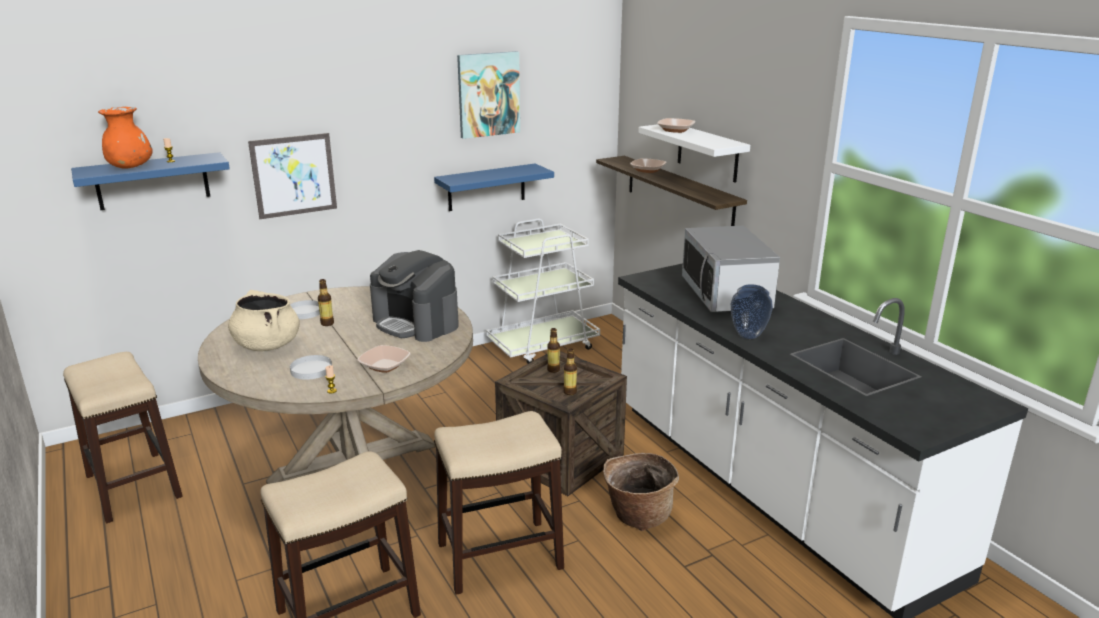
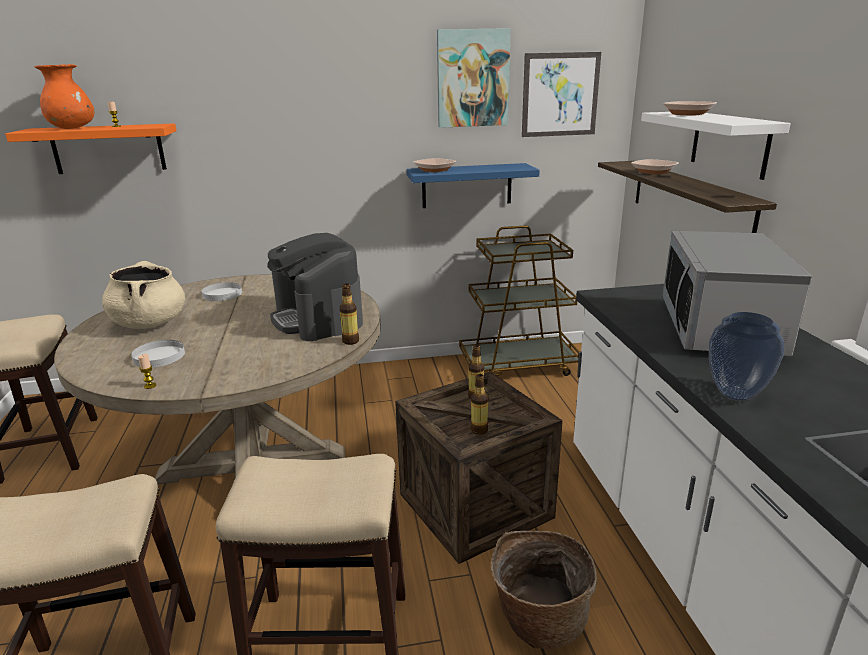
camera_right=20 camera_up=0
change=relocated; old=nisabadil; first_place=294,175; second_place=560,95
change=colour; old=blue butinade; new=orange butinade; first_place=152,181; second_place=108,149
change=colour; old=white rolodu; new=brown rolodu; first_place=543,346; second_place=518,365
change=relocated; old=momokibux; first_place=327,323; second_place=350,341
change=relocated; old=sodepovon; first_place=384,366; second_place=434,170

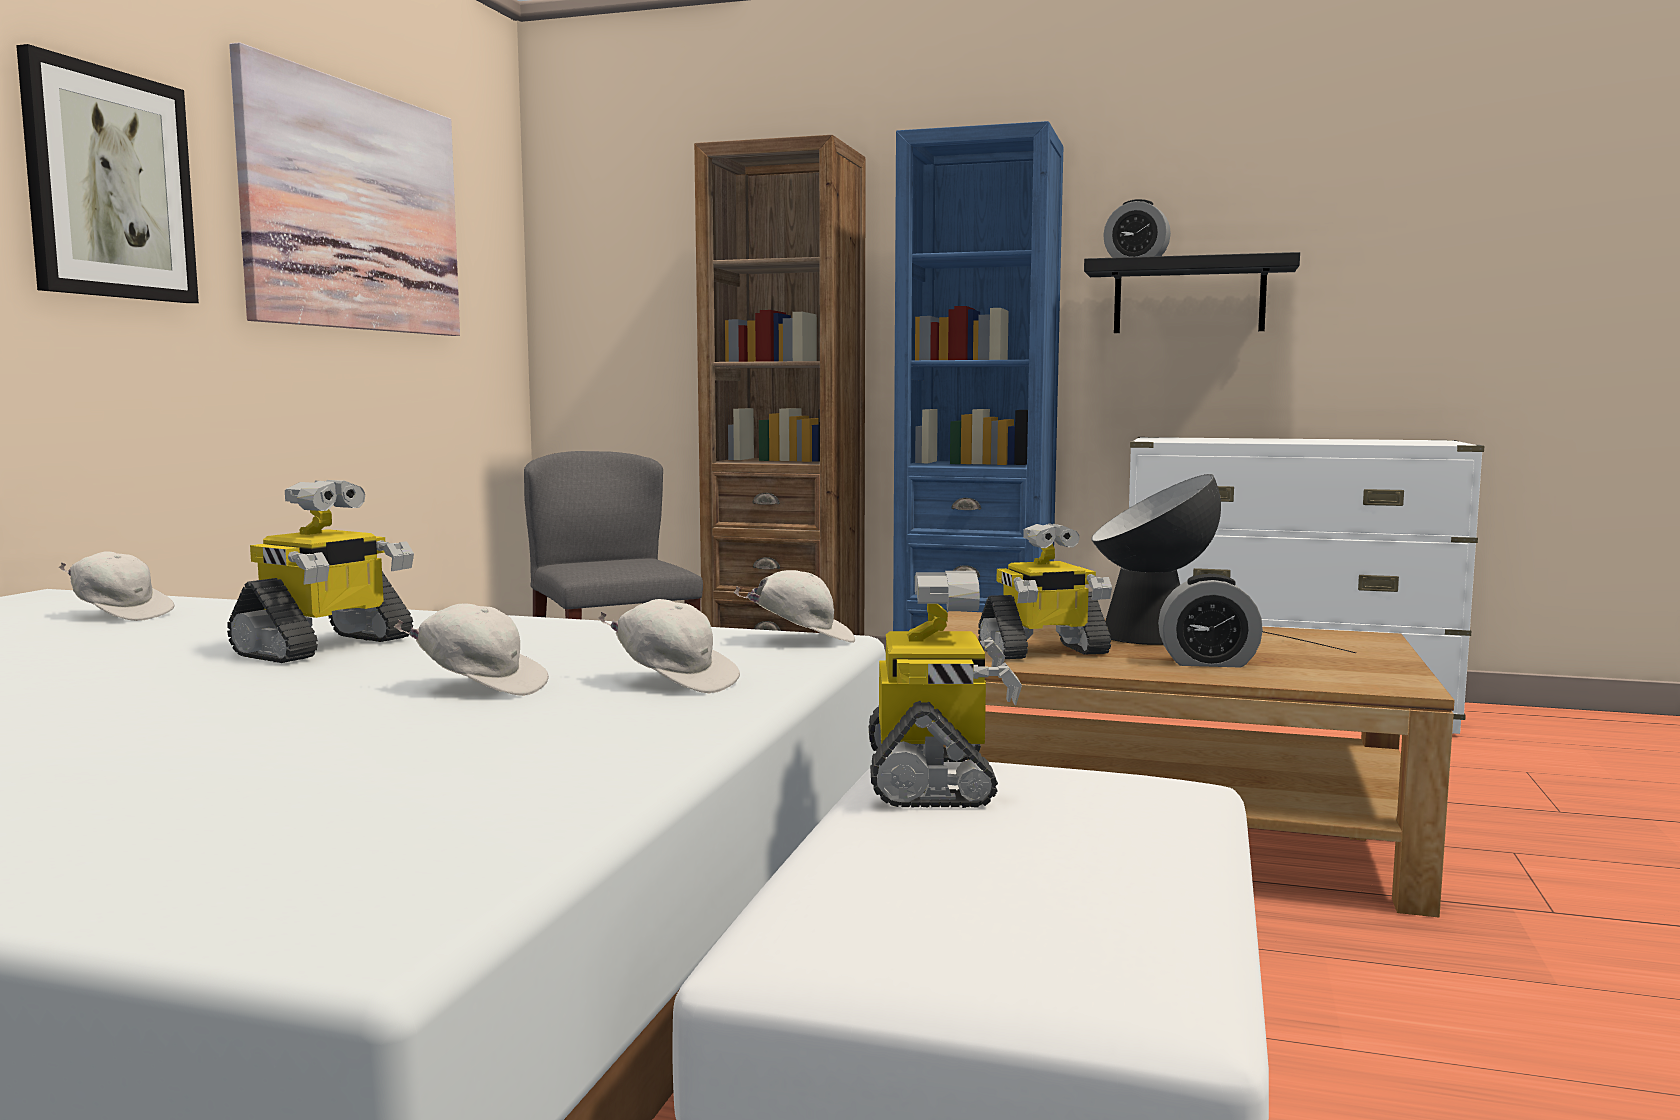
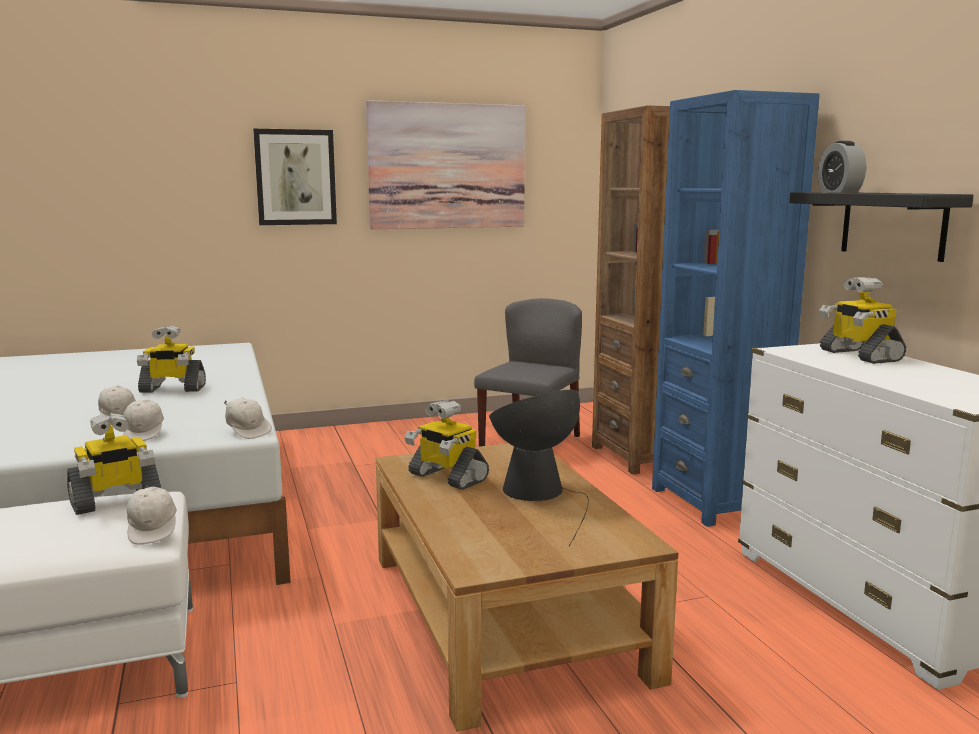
camera_right=55 camera_up=5
change=relocated; old=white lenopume; first_place=120,615; second_place=153,530
change=missing; old=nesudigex; first_place=1208,663
change=appeared; new=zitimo; second_place=858,355

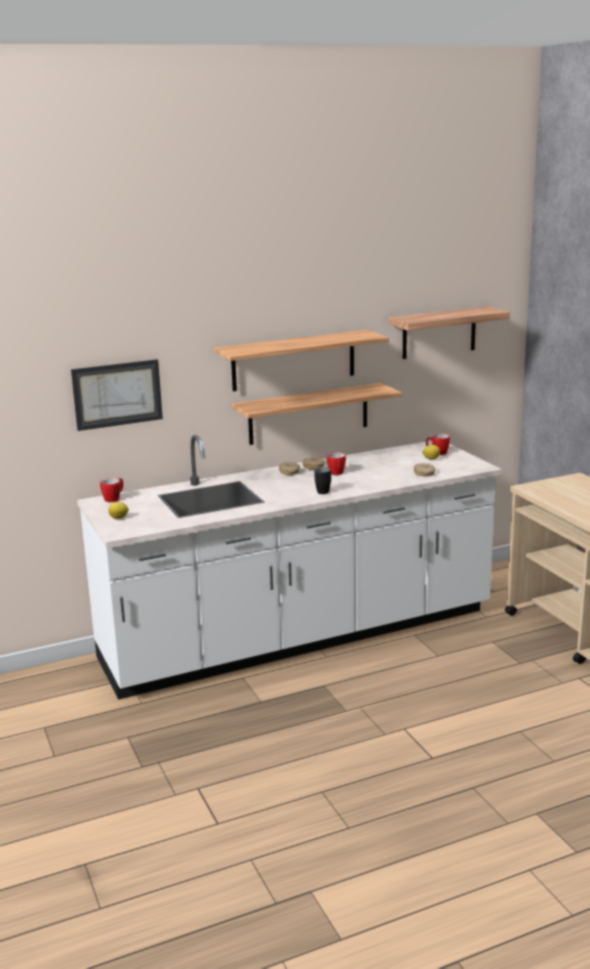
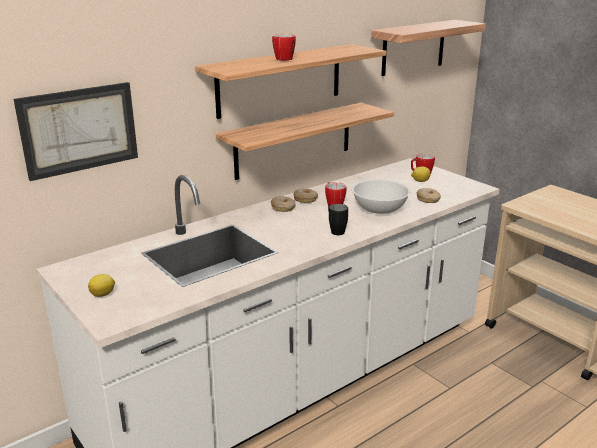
camera_right=-15 camera_up=5
change=relocated; old=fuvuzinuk; first_place=114,499; second_place=285,58
change=appeared; new=white sodepovon; second_place=379,209

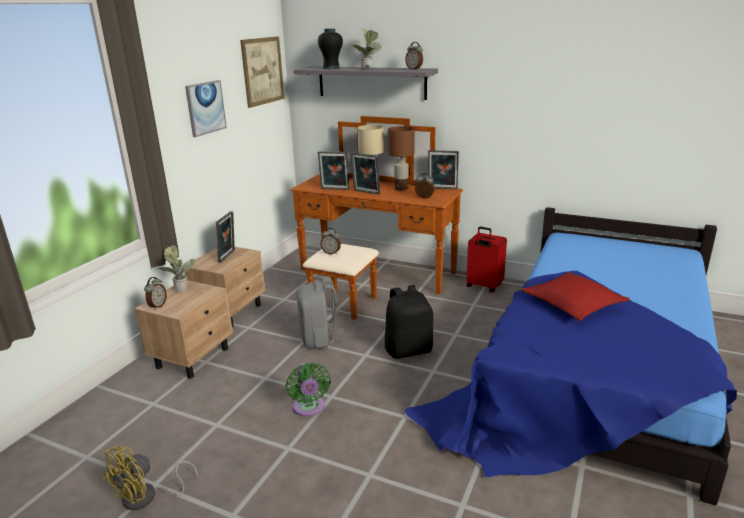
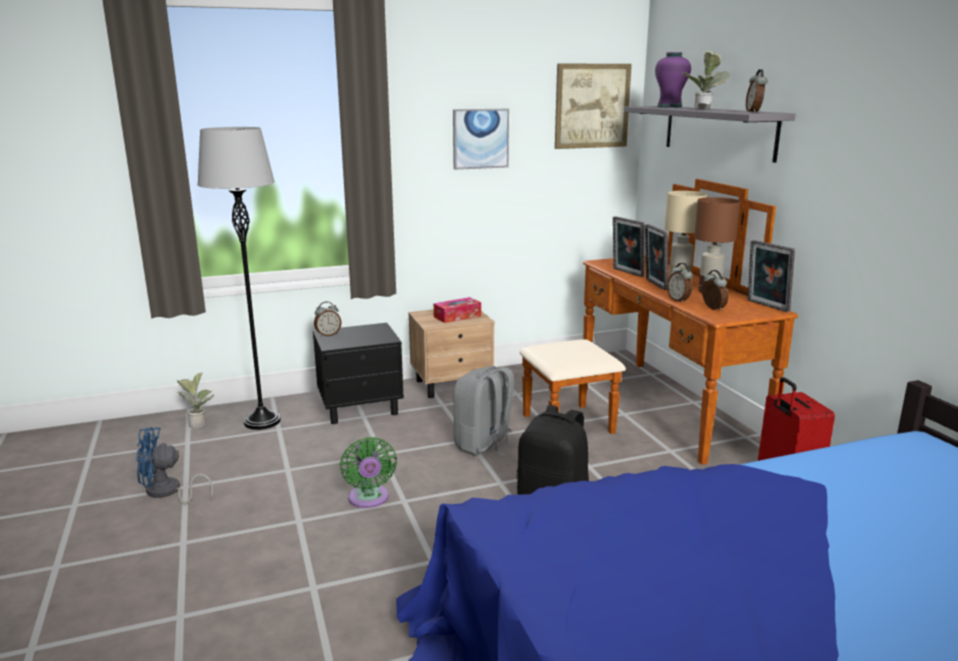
camera_right=45 camera_up=-5
change=colour; old=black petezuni; new=purple petezuni; first_place=331,68; second_place=669,107
change=exchanged; old=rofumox; new=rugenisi; first_place=228,256; second_place=457,316
change=relocated; old=nesudigex; first_place=331,253; second_place=678,300
change=relocated; old=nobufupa; first_place=180,288; second_place=200,423
change=missing; old=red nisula; first_place=572,304
change=colour; old=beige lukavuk; new=black lukavuk; first_place=193,357; second_place=361,409
change=spun; old=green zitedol; first_place=309,408; second_place=369,499; degrees=-45
change=colour; old=yellow zitedol; new=blue zitedol; first_place=147,497; second_place=168,492
change=appeared; new=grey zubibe; second_place=262,421

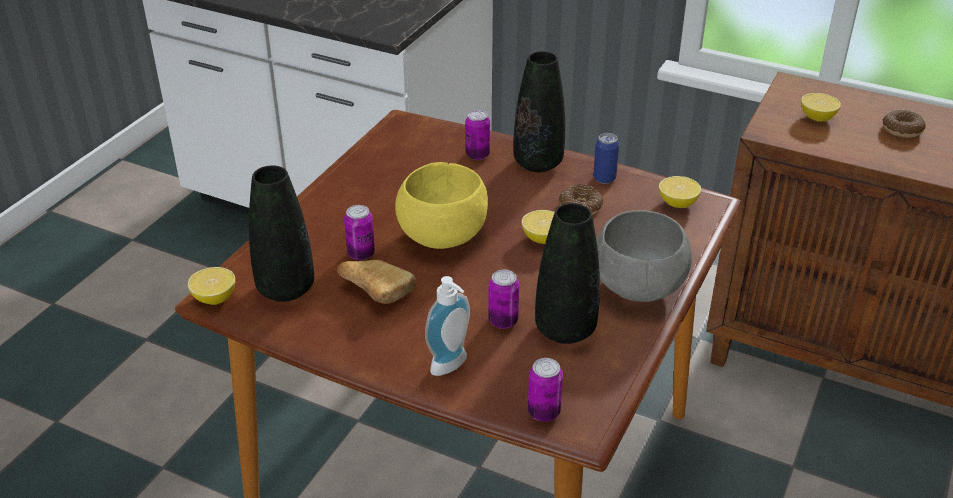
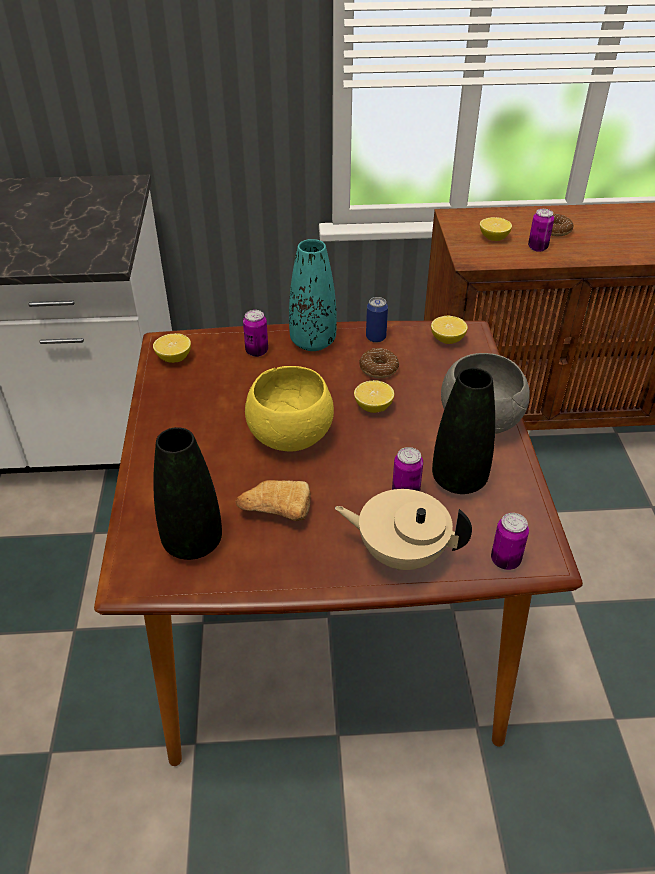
camera_right=-30 camera_up=5
change=colour; old=black petezuni; new=turquoise petezuni; first_place=538,163; second_place=313,342
change=relocated; old=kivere; first_place=361,254; second_place=537,247
change=relocated; old=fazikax; first_place=214,298; second_place=174,358
change=exchanged; old=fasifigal; new=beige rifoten; first_place=452,367; second_place=401,553

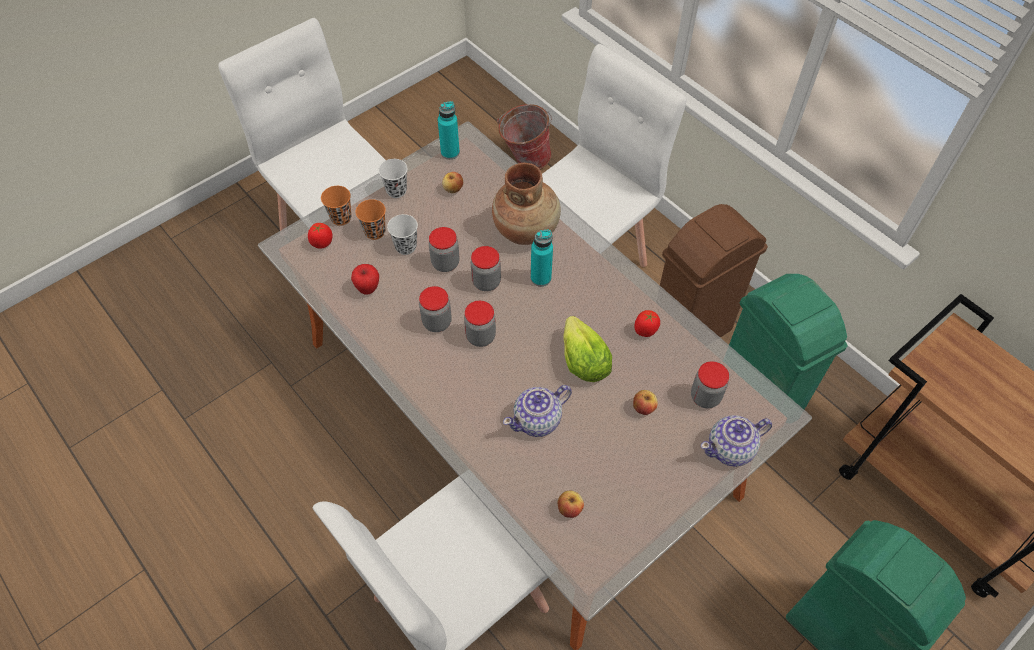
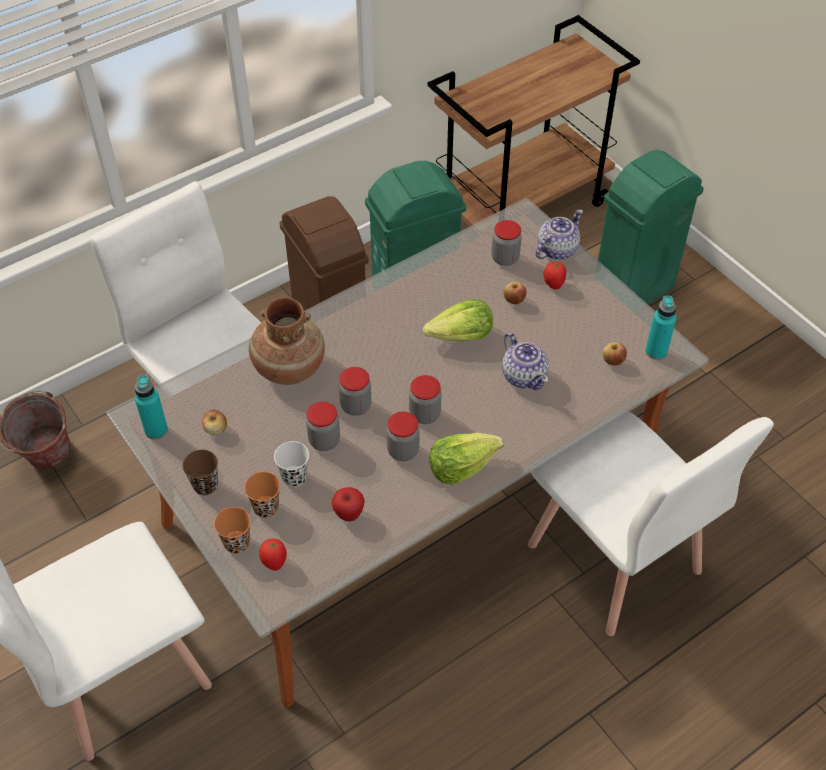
camera_right=-85 camera_up=-5
change=colour; old=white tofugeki; new=brown tofugeki; first_place=396,191; second_place=205,485
change=relocated; old=turquoise momokibux; first_place=540,278; second_place=656,351
change=relocated; old=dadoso; first_place=645,331; second_place=553,284
change=spun; old=rifoten; first_place=731,449; second_place=556,250; degrees=-120
change=appeared; new=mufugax; second_place=461,466

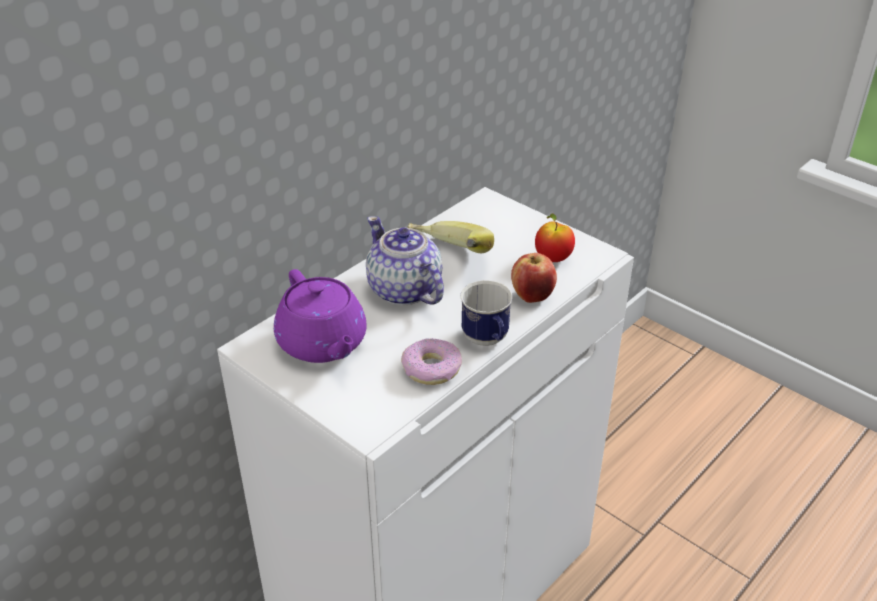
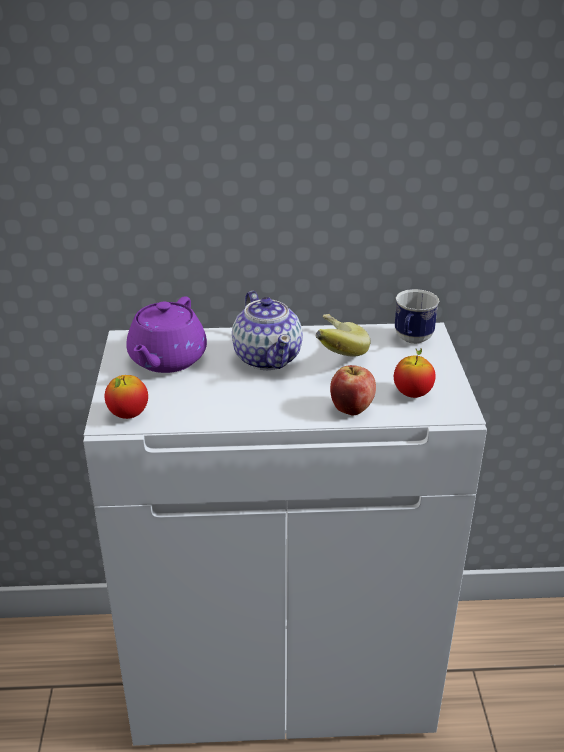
camera_right=45 camera_up=-5
change=spun; old=rifoten; first_place=404,291; second_place=268,357; degrees=150
change=relocated; old=fuvuzinuk; first_place=487,341; second_place=411,340
change=missing; old=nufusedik; first_place=432,369
change=appeared; new=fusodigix; second_place=128,415

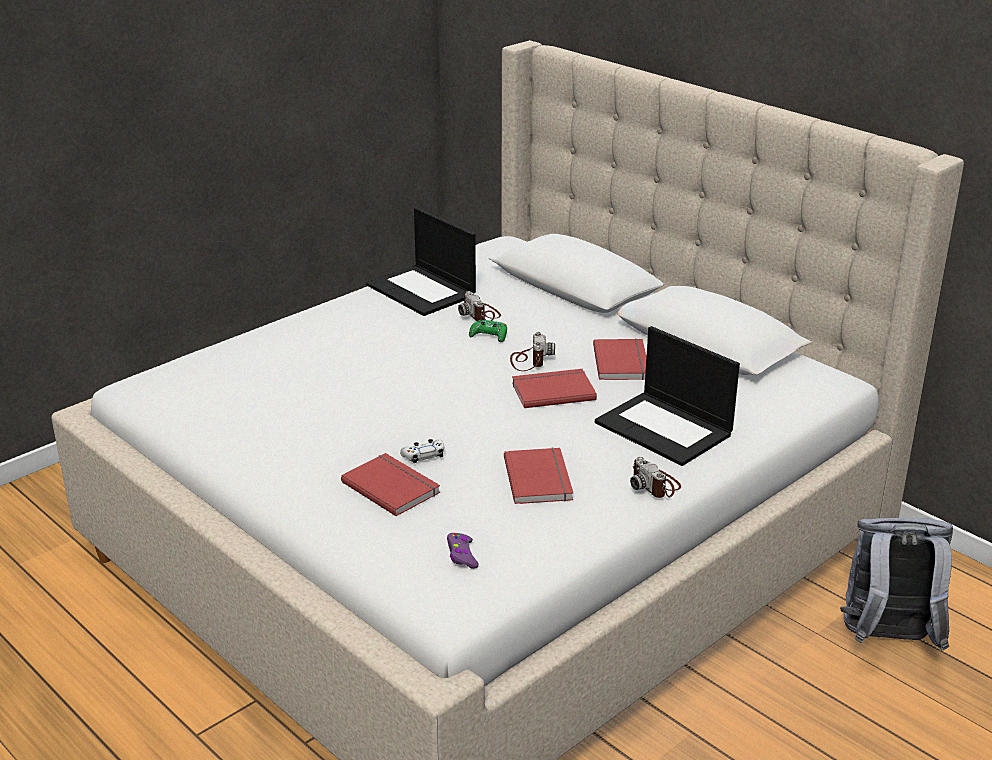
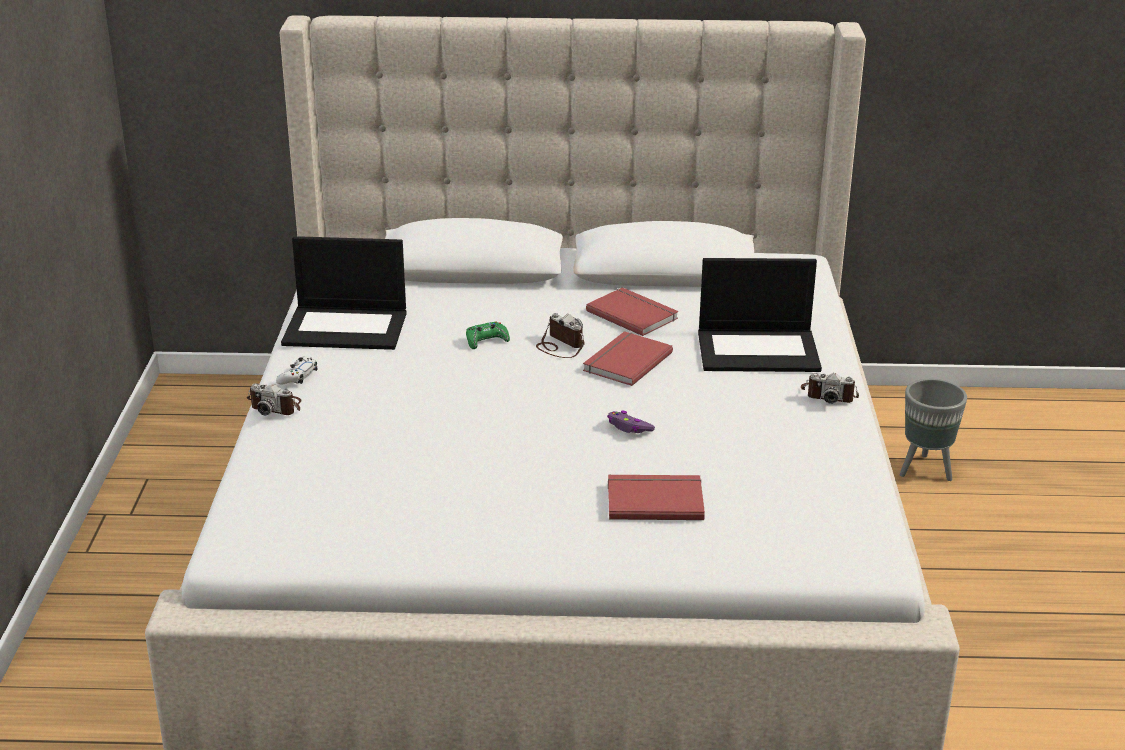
camera_right=-45 camera_up=0
change=relocated; old=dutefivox; first_place=480,314; second_place=276,406
change=relocated; old=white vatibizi; first_place=423,455; second_place=298,376
change=missing; old=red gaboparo; first_place=540,478
change=exchanged; old=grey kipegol; new=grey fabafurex; first_place=887,640; second_place=925,471
change=relocated; old=purple vatibizi; first_place=462,555; second_place=629,428

